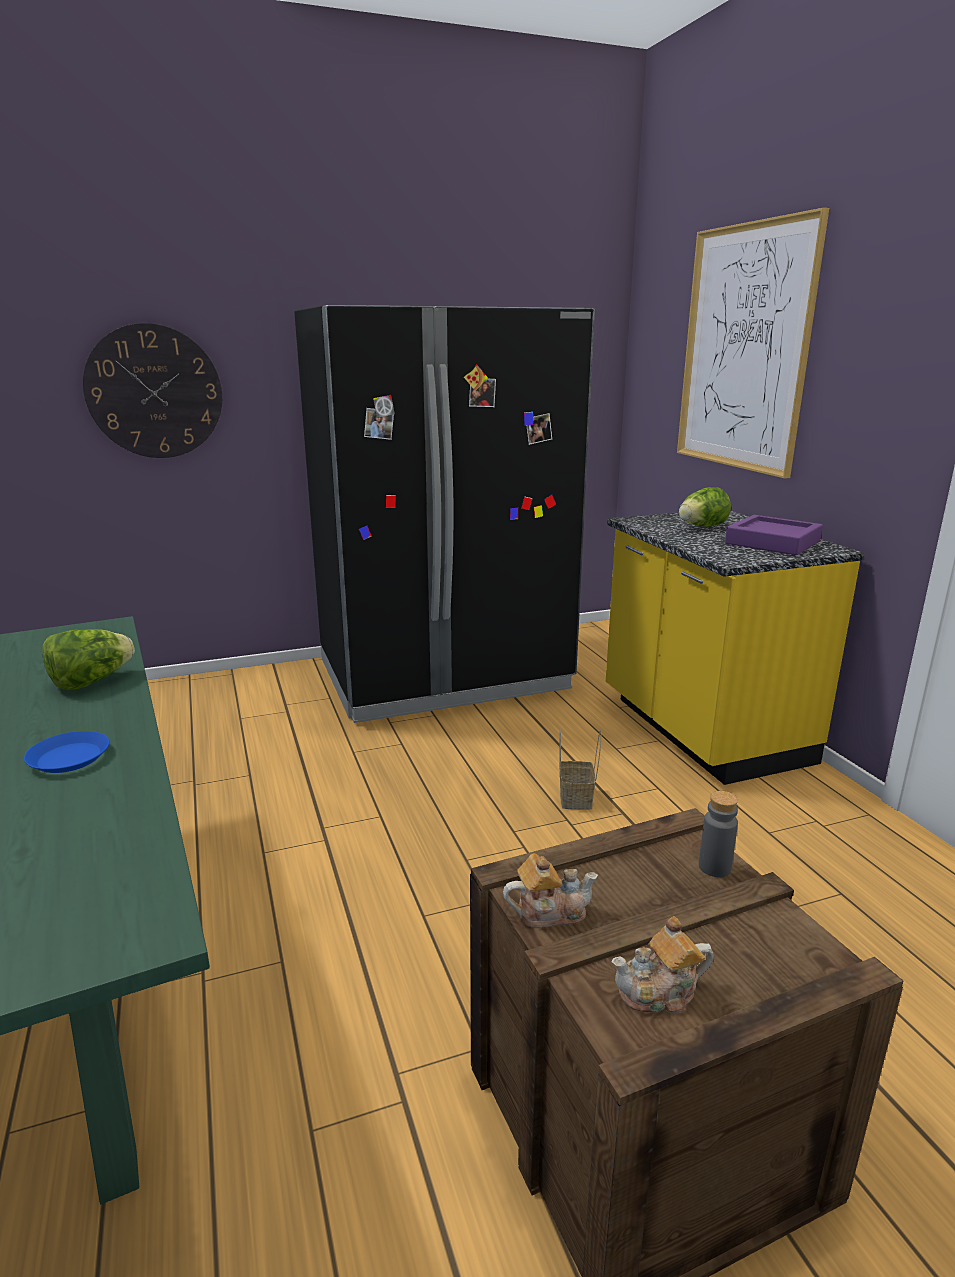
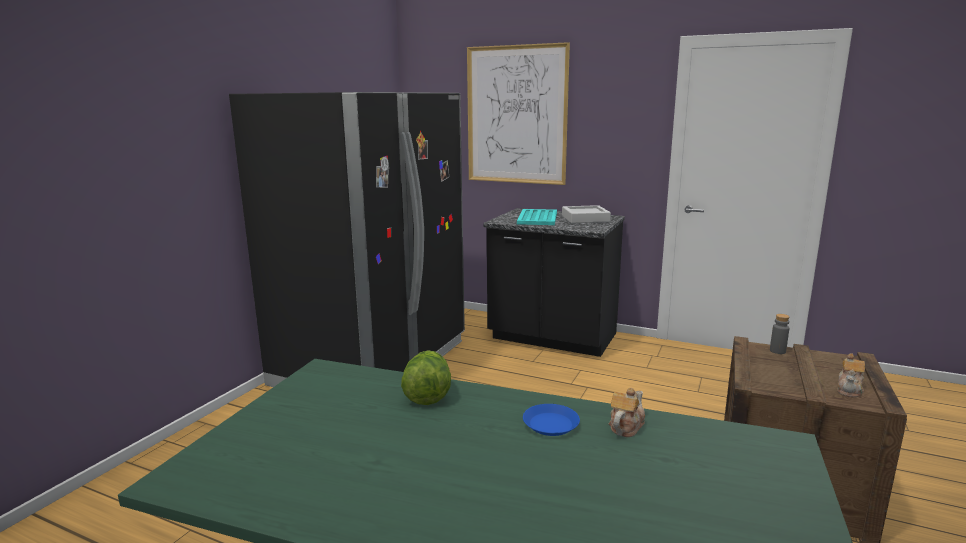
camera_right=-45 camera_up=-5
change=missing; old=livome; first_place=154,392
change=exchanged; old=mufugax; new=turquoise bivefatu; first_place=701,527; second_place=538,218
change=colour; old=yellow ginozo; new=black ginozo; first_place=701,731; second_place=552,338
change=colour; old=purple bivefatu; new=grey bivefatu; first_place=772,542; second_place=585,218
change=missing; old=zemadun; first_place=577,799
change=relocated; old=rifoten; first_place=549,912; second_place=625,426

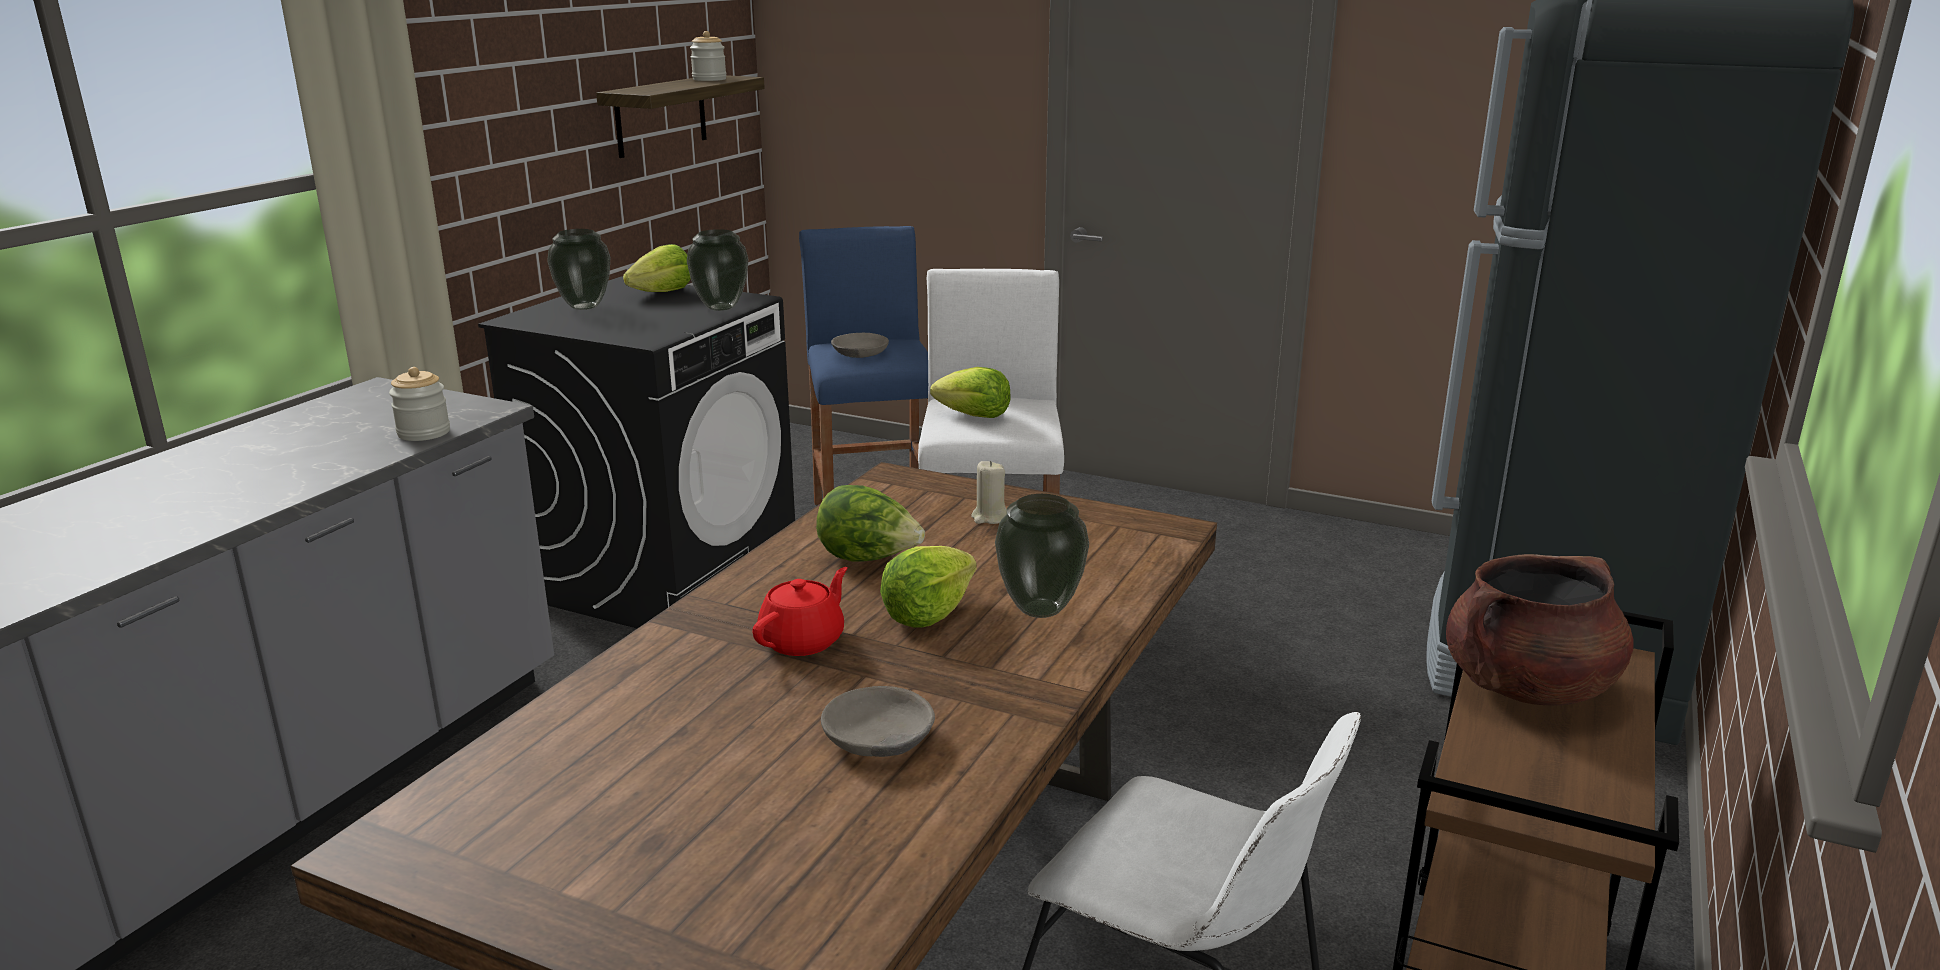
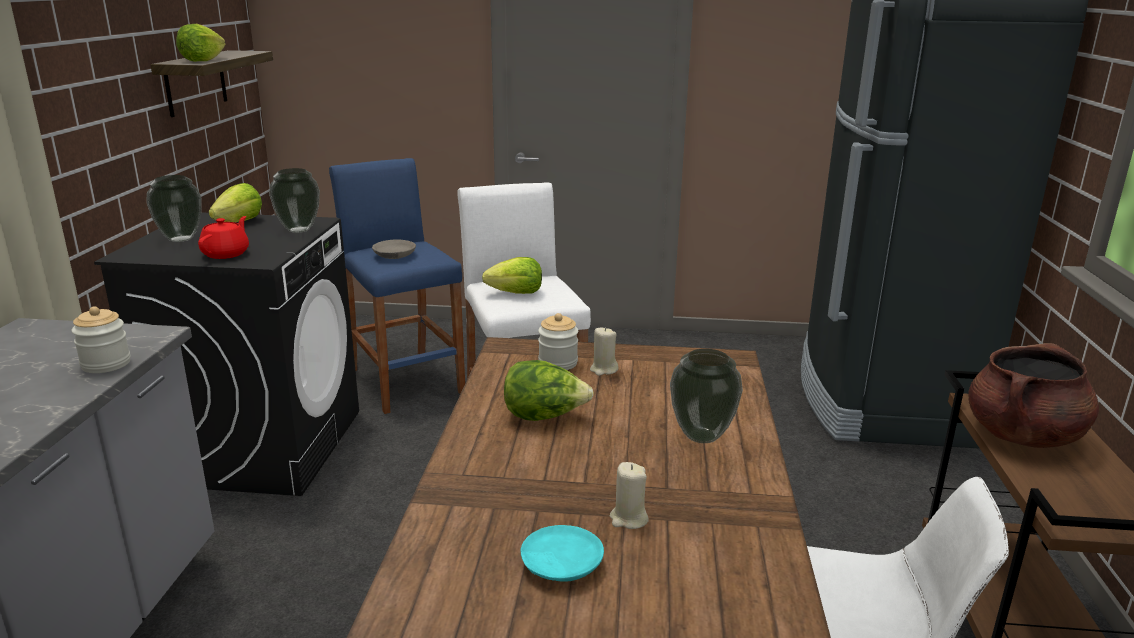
camera_right=-20 camera_up=0
change=relocated; old=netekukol; first_place=709,79; second_place=558,363
change=relocated; old=mufugax; first_place=928,614; second_place=203,60
change=relocated; old=red rifoten; first_place=803,641; second_place=226,254
change=missing; old=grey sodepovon; first_place=878,739
change=appeared; new=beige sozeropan; second_place=628,519
change=appeared; new=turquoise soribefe; second_place=561,564

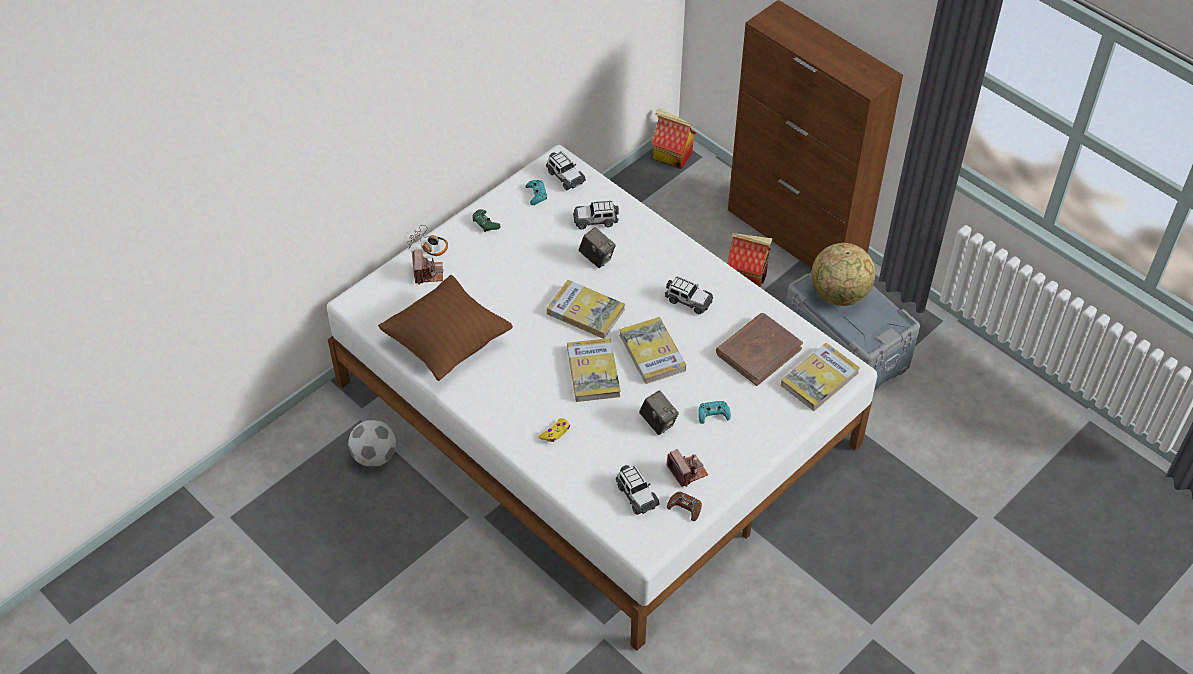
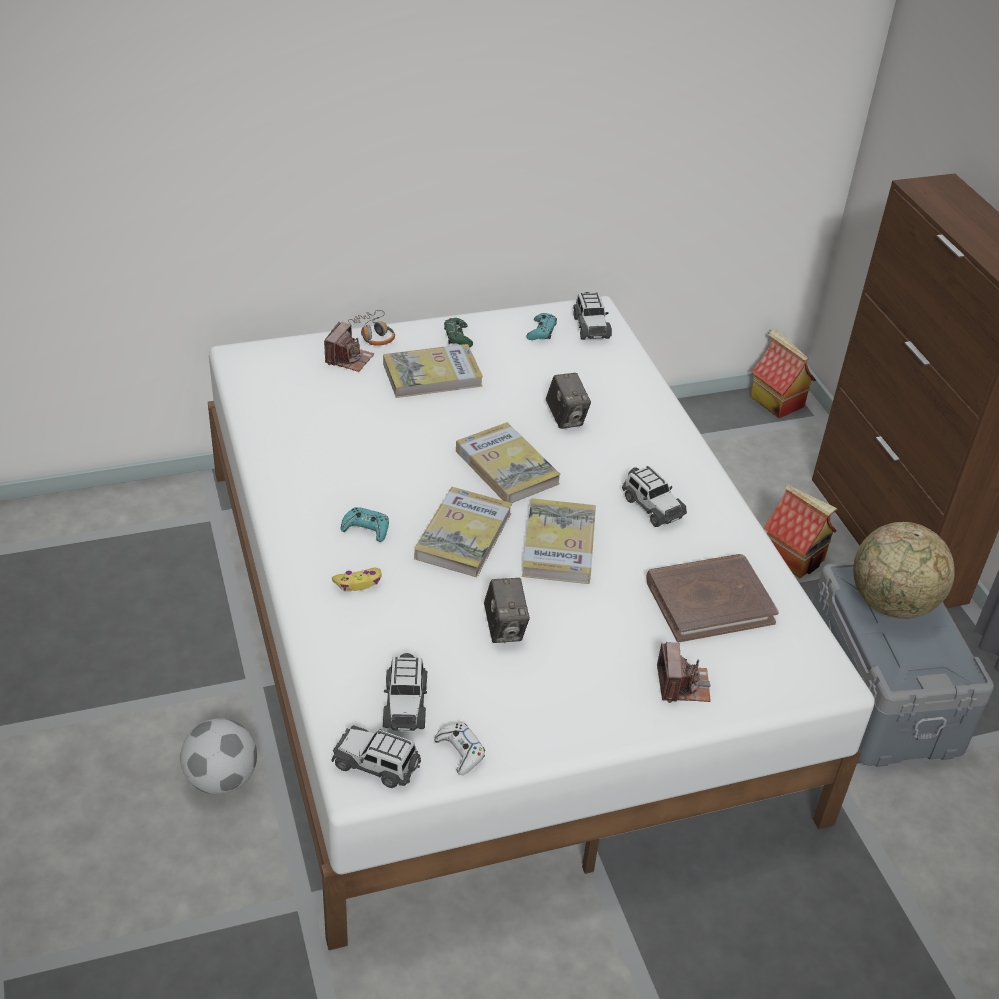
camera_right=25 camera_up=-10
change=relocated; old=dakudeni; first_place=595,220; second_place=376,764
change=missing; old=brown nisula; first_place=447,343
change=relocated; old=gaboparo; first_place=819,379; second_place=432,375
change=relocated; old=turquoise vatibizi; first_place=713,414; second_place=366,529
change=relocated; old=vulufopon; first_place=374,456; second_place=221,779
change=relocated; old=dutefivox; first_place=687,471; second_place=682,685
change=colour; old=brown vatibizi; new=white vatibizi; first_place=685,508; second_place=460,752

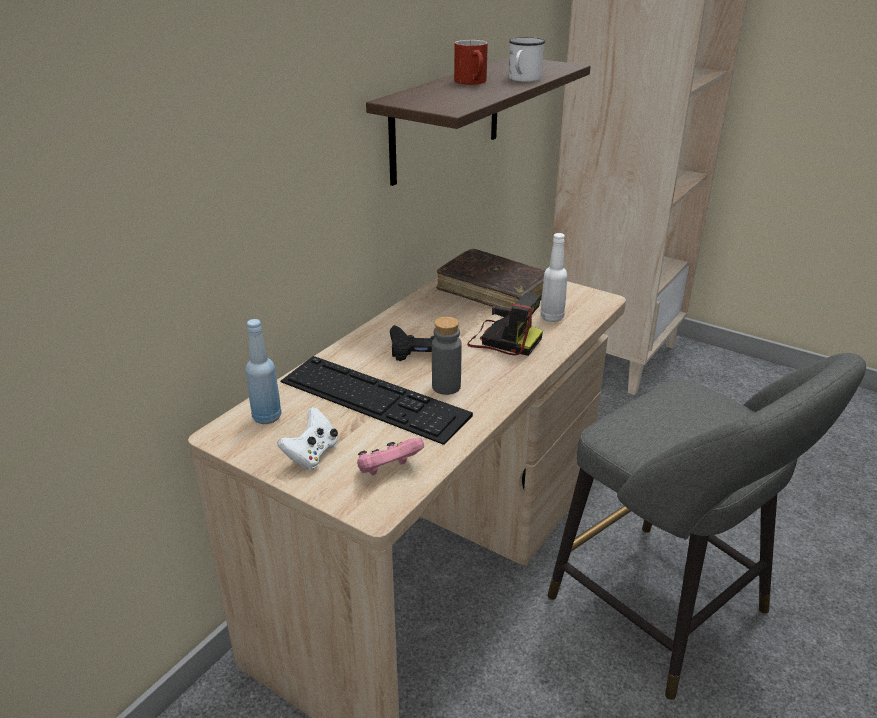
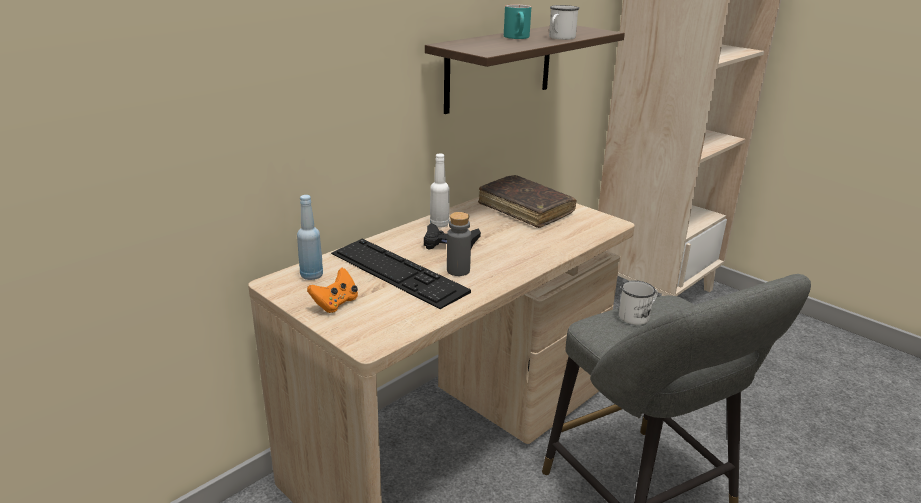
camera_right=10 camera_up=-5
change=colour; old=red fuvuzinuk; new=turquoise fuvuzinuk; first_place=473,82; second_place=518,37
change=relocated; old=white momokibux; first_place=552,317; second_place=439,224
change=missing; old=dutefivox; first_place=503,340
change=colour; old=white vatibizi; new=orange vatibizi; first_place=312,454; second_place=335,304
change=missing; old=pink vatibizi; first_place=388,470
change=appeared; new=white fuvuzinuk; second_place=637,315

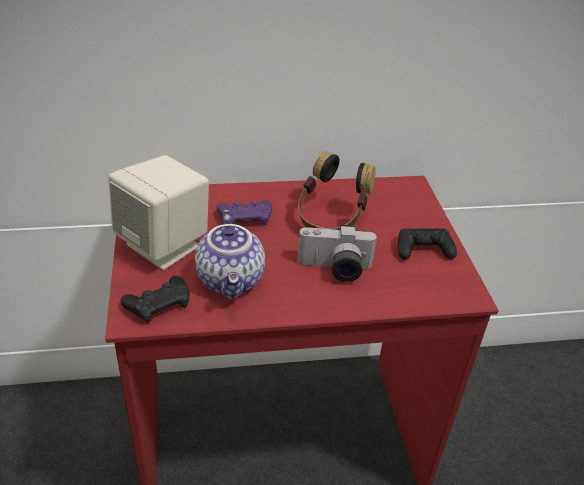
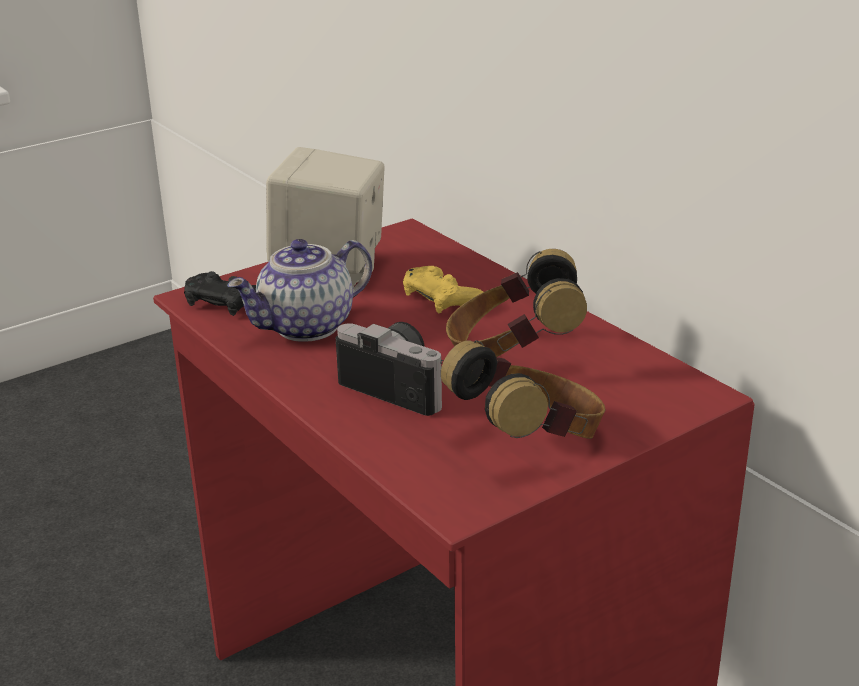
camera_right=65 camera_up=-10
change=colour; old=purple vatibizi; new=yellow vatibizi; first_place=245,218; second_place=441,299
change=spun; old=dutefivox; first_place=334,270; second_place=400,385; degrees=150
change=exchanged; old=black vatibizi; new=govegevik; first_place=423,249; second_place=530,442

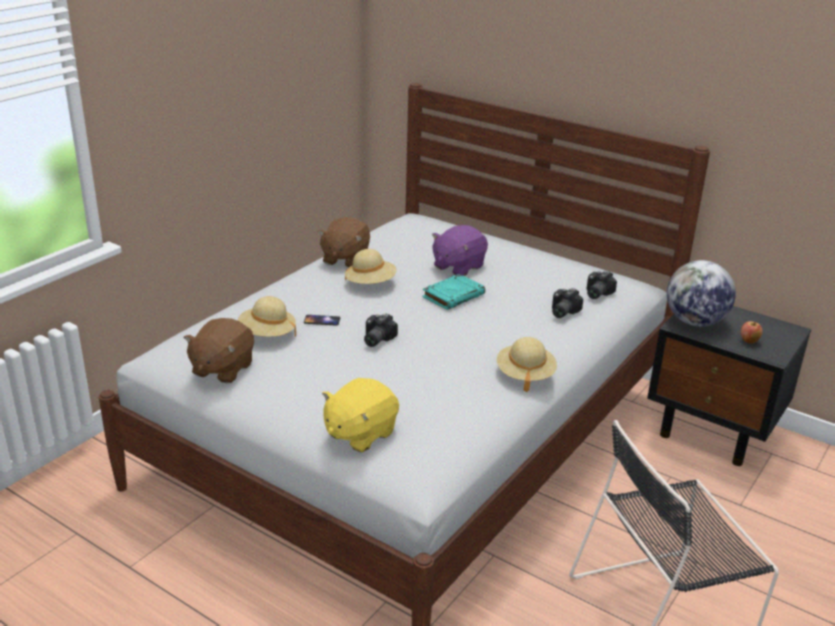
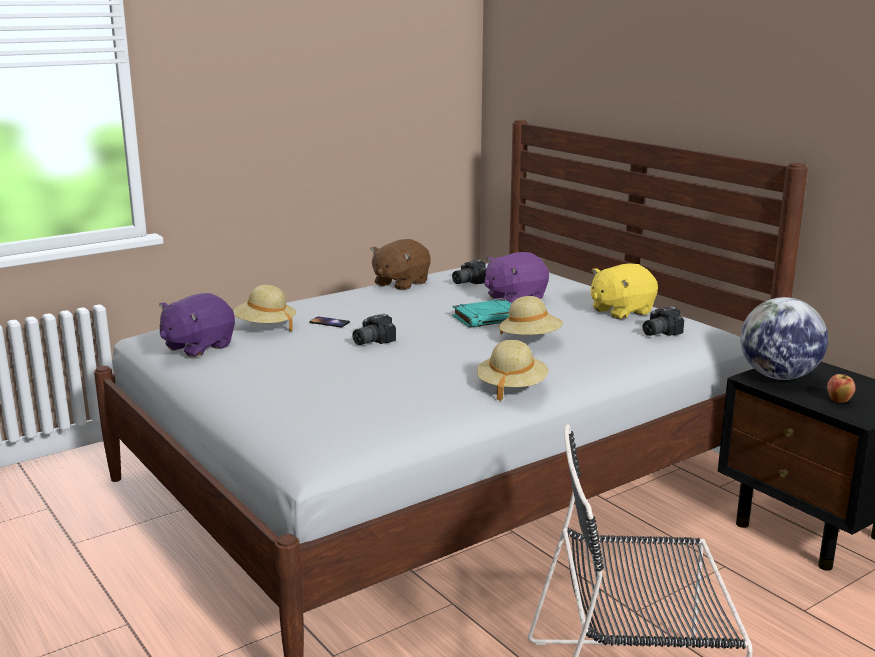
camera_right=20 camera_up=-10
change=relocated; old=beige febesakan; first_place=370,283; second_place=530,340
change=relocated; old=dutefivox; first_place=561,312; second_place=467,282
change=colour; old=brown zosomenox; new=purple zosomenox; first_place=222,369; second_place=197,347
change=relocated; old=yellow zosomenox; first_place=359,433; second_place=621,311

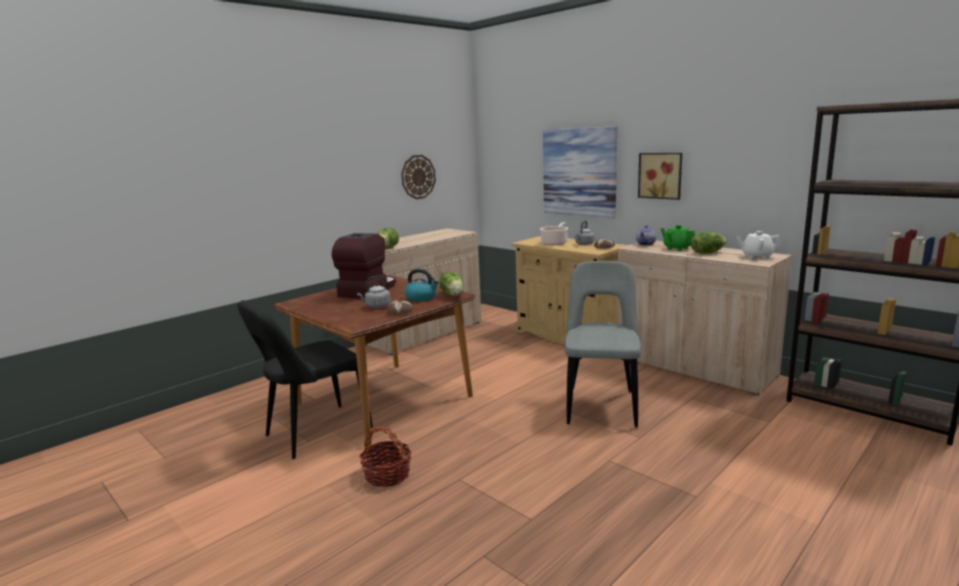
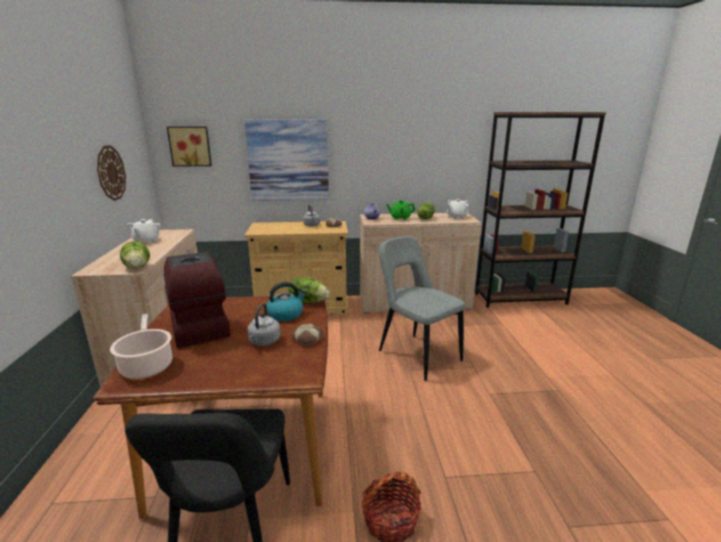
camera_right=-50 camera_up=5
change=relocated; old=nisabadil; first_place=661,175; second_place=190,146
change=relocated; old=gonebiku; first_place=554,243; second_place=147,365
change=appeared; new=white rifoten; second_place=146,241

